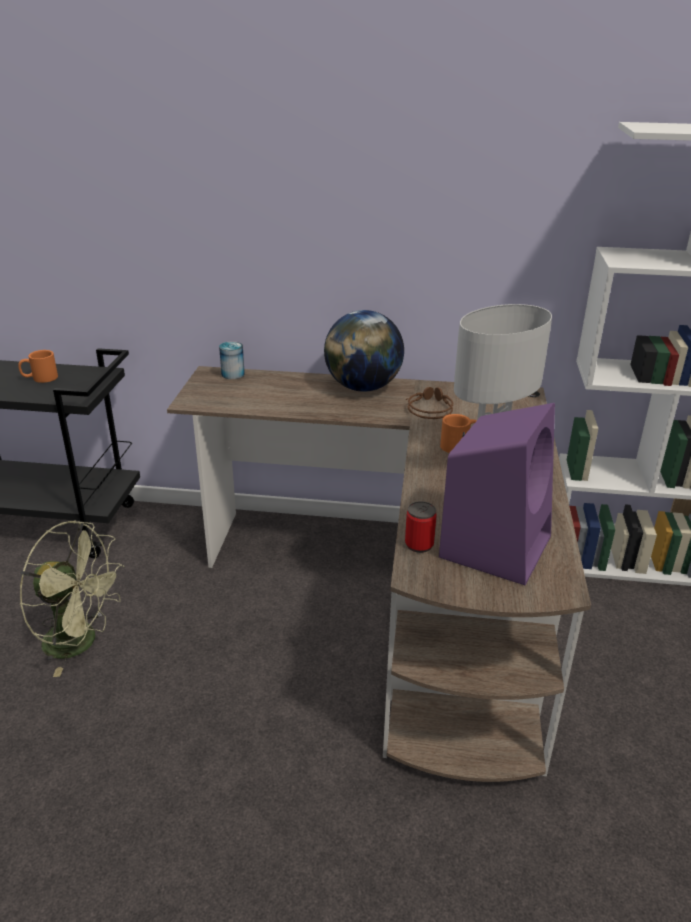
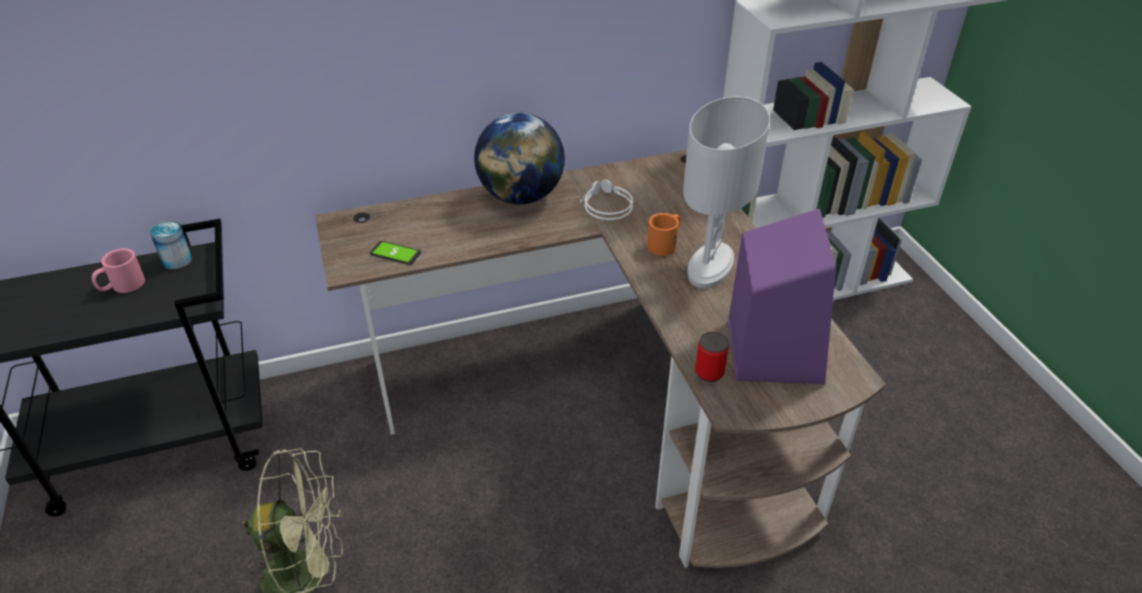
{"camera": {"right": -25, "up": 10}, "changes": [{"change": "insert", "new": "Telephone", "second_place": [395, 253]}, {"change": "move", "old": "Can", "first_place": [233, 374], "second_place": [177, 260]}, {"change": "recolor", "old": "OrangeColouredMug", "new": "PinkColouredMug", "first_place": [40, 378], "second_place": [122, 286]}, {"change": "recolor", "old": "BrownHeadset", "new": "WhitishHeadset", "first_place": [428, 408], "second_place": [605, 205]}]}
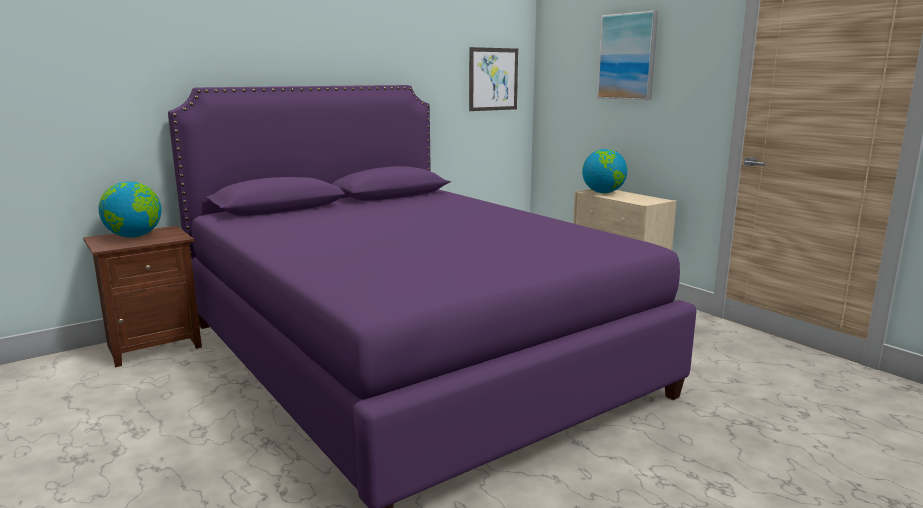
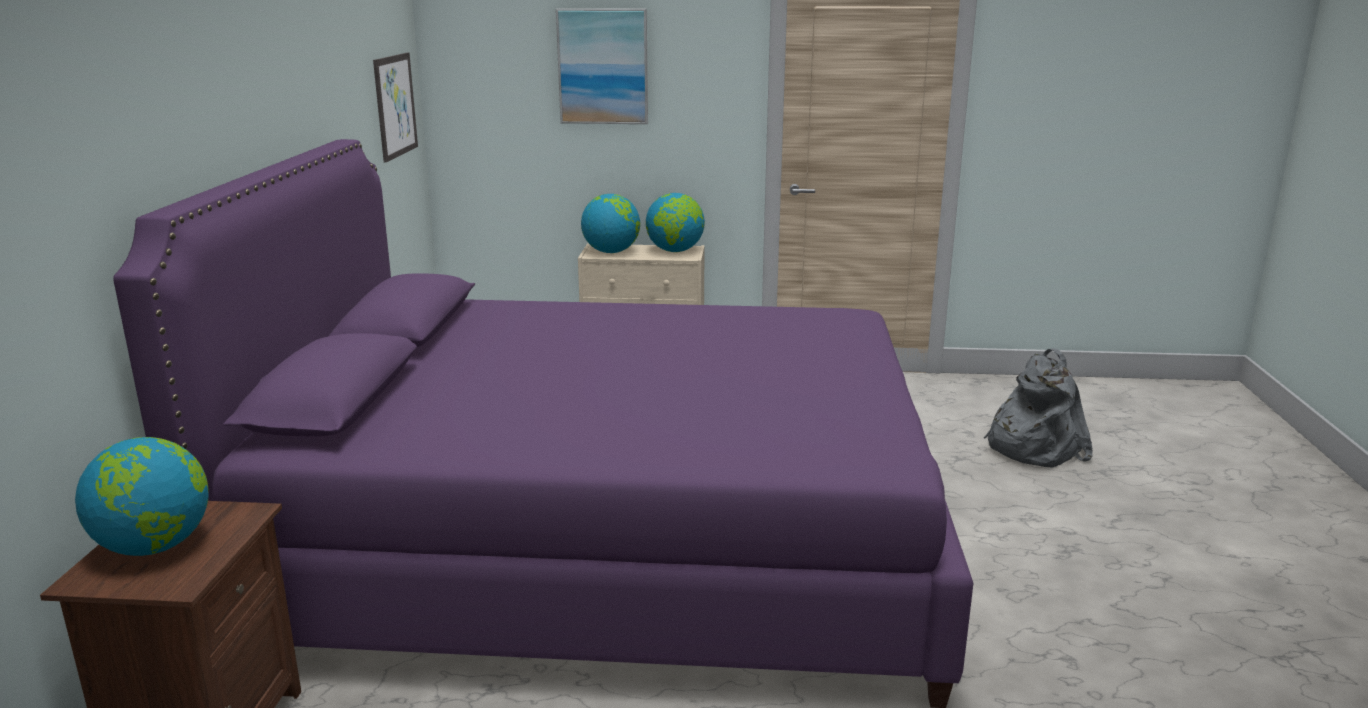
{"camera": {"right": -50, "up": 5}, "changes": [{"change": "insert", "new": "DeskGlobe", "second_place": [675, 251]}, {"change": "insert", "new": "GreyishRucksack", "second_place": [1032, 447]}]}
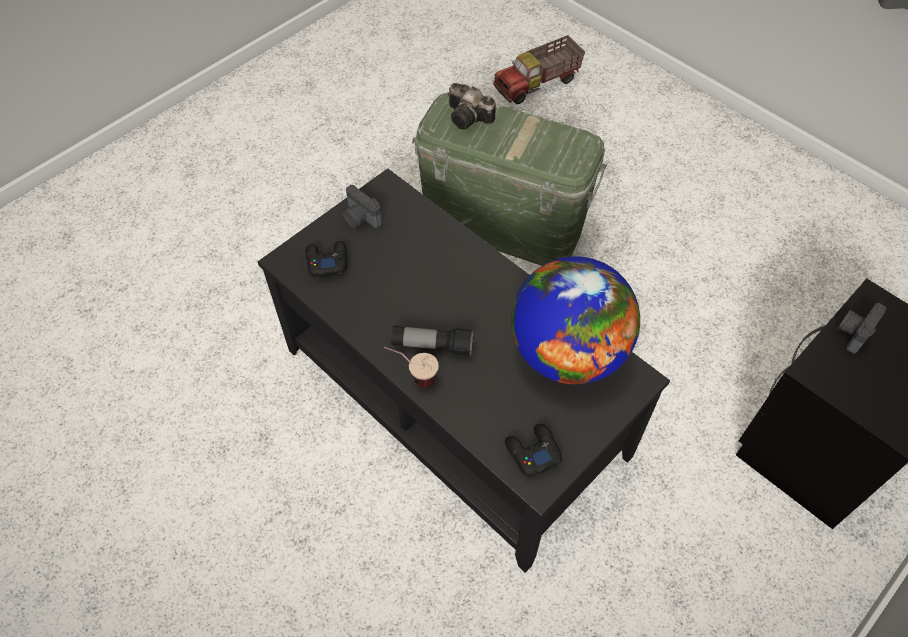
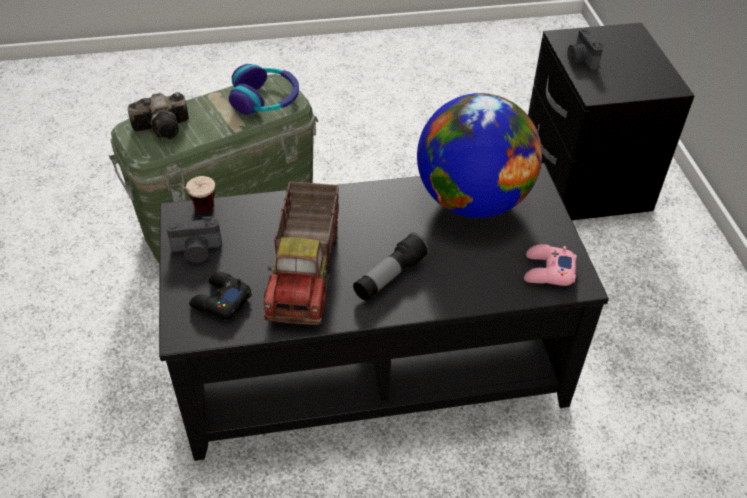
{"camera": {"right": -55, "up": -10}, "changes": [{"change": "insert", "new": "Headset", "second_place": [265, 99]}, {"change": "move", "old": "DrinkingCup", "first_place": [412, 377], "second_place": [194, 211]}, {"change": "move", "old": "ToyTruck", "first_place": [538, 84], "second_place": [306, 272]}, {"change": "recolor", "old": "BlackGamepad", "new": "PinkColouredGamepad", "first_place": [532, 452], "second_place": [548, 271]}]}
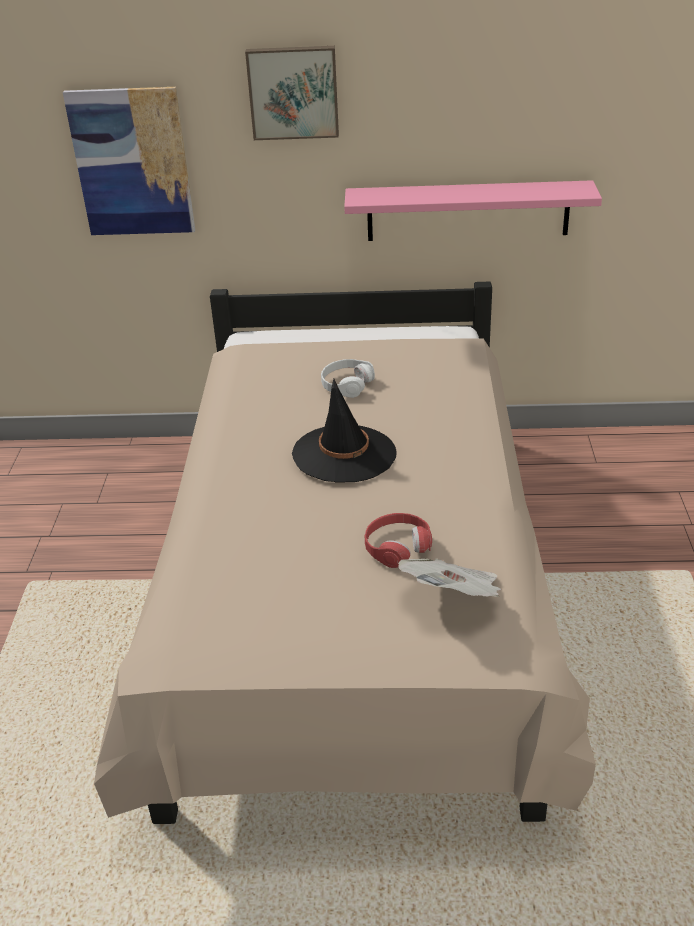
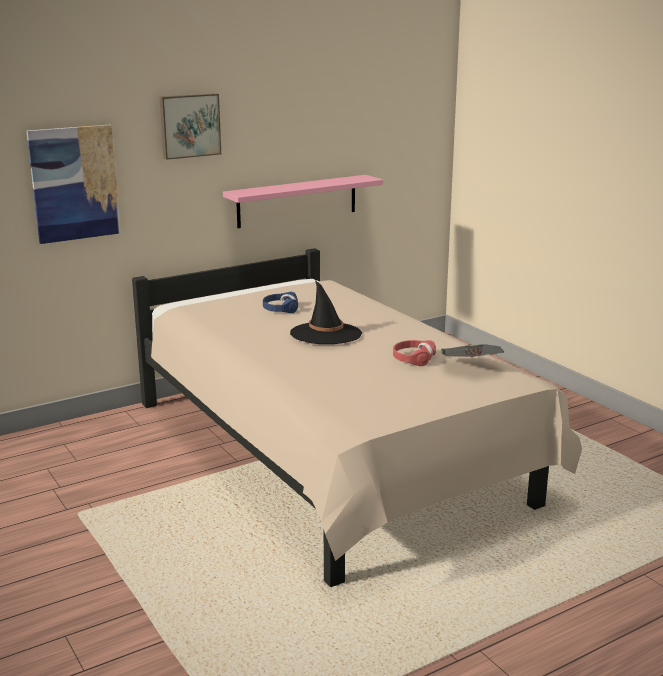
{"camera": {"right": -35, "up": -15}, "changes": [{"change": "recolor", "old": "WhitishHeadset", "new": "BlueHeadset", "first_place": [346, 384], "second_place": [280, 309]}]}
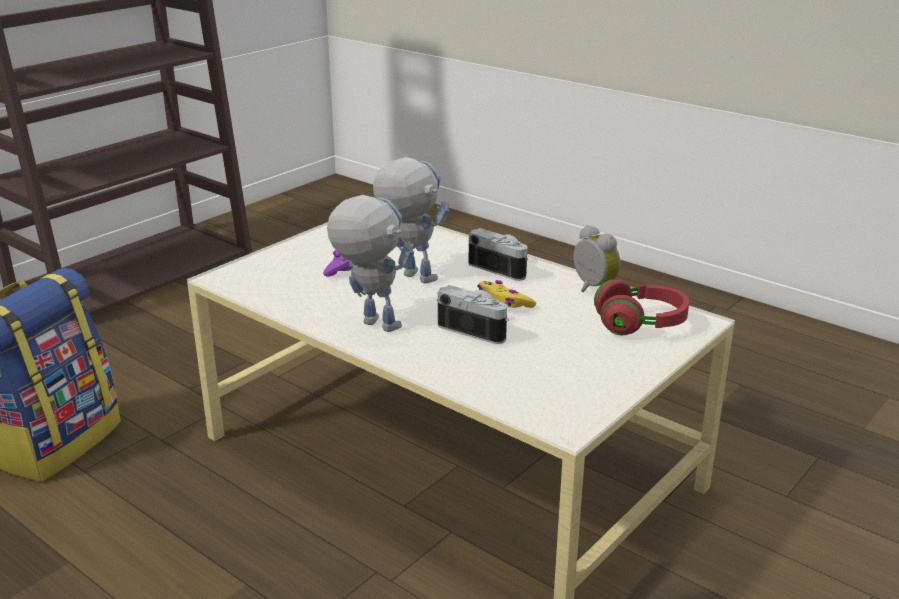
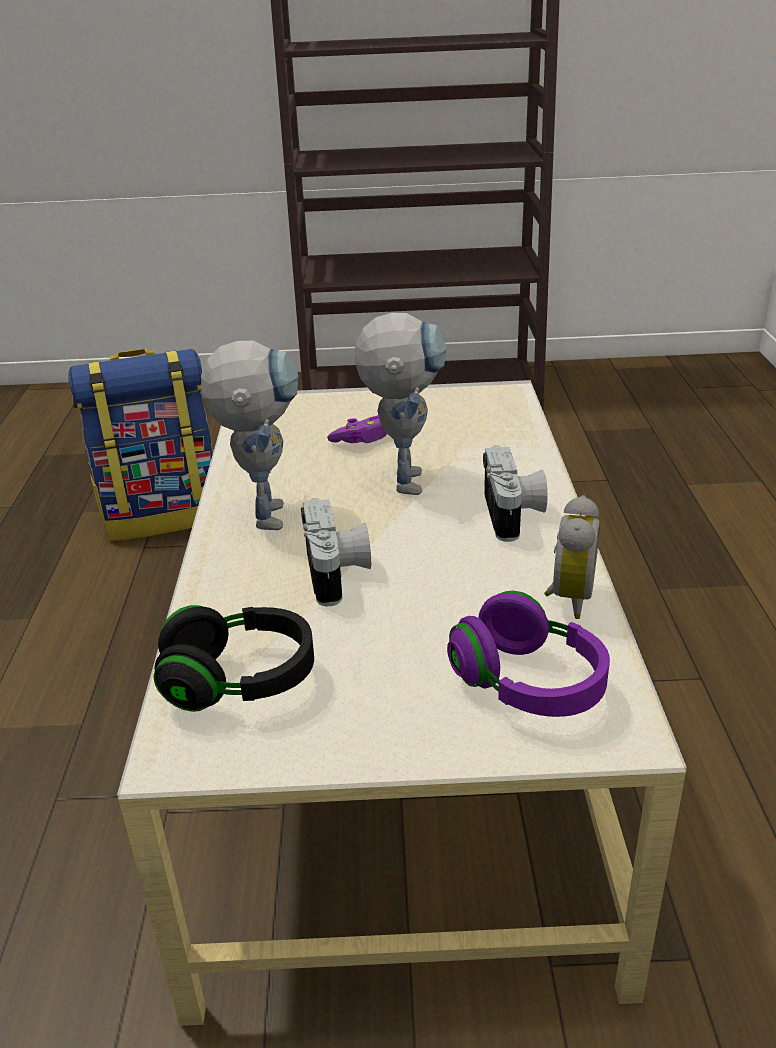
{"camera": {"right": 50, "up": 5}, "changes": [{"change": "delete", "old": "YellowColouredGamepad", "first_place": [504, 302]}, {"change": "insert", "new": "BlackHeadset", "second_place": [239, 680]}, {"change": "recolor", "old": "RedColouredHeadset", "new": "PurpleHeadset", "first_place": [640, 324], "second_place": [528, 684]}]}
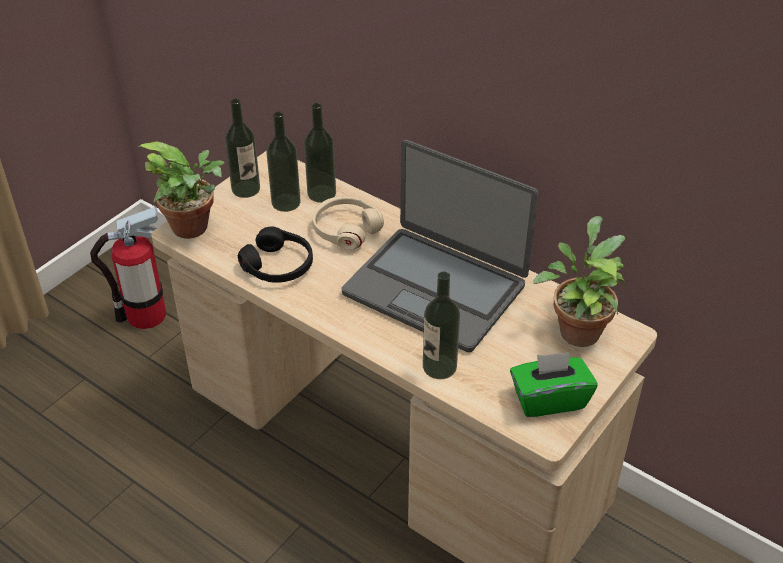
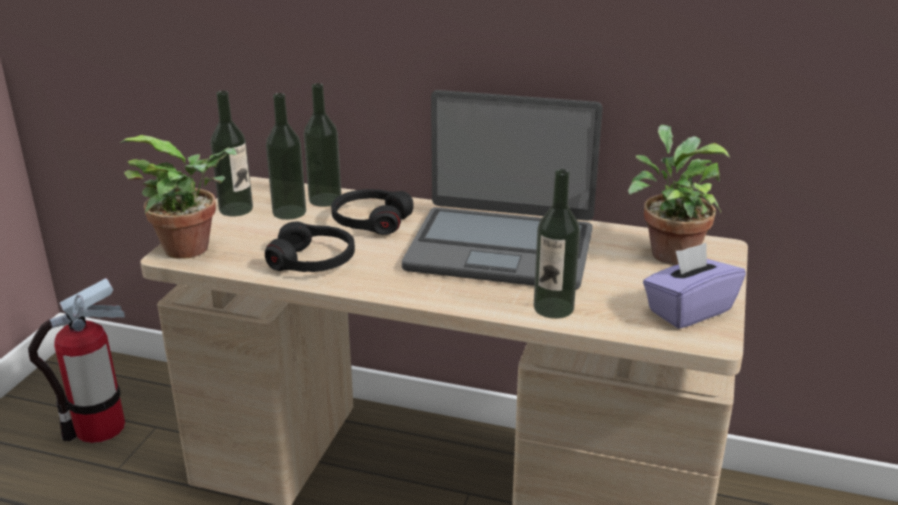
{"camera": {"right": -20, "up": -15}, "changes": [{"change": "recolor", "old": "BeigeHeadset", "new": "BlackHeadset", "first_place": [346, 229], "second_place": [371, 221]}, {"change": "recolor", "old": "GreenTissueHolder", "new": "PurpleTissueHolder", "first_place": [549, 399], "second_place": [688, 310]}]}
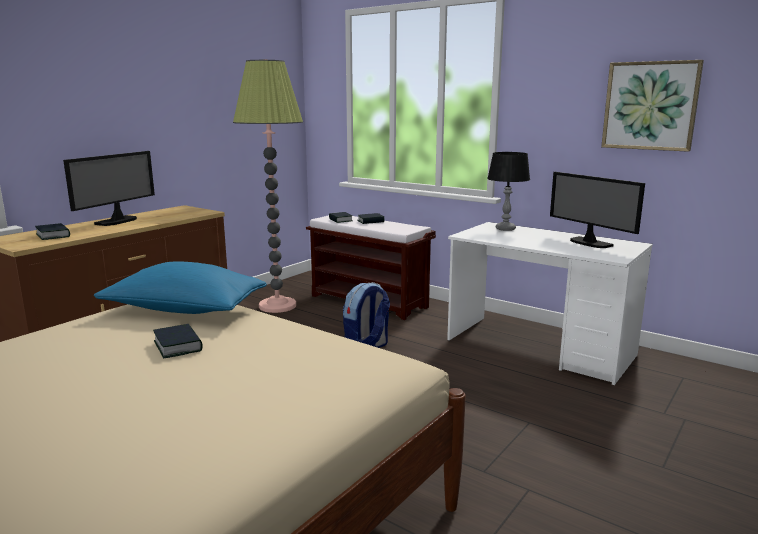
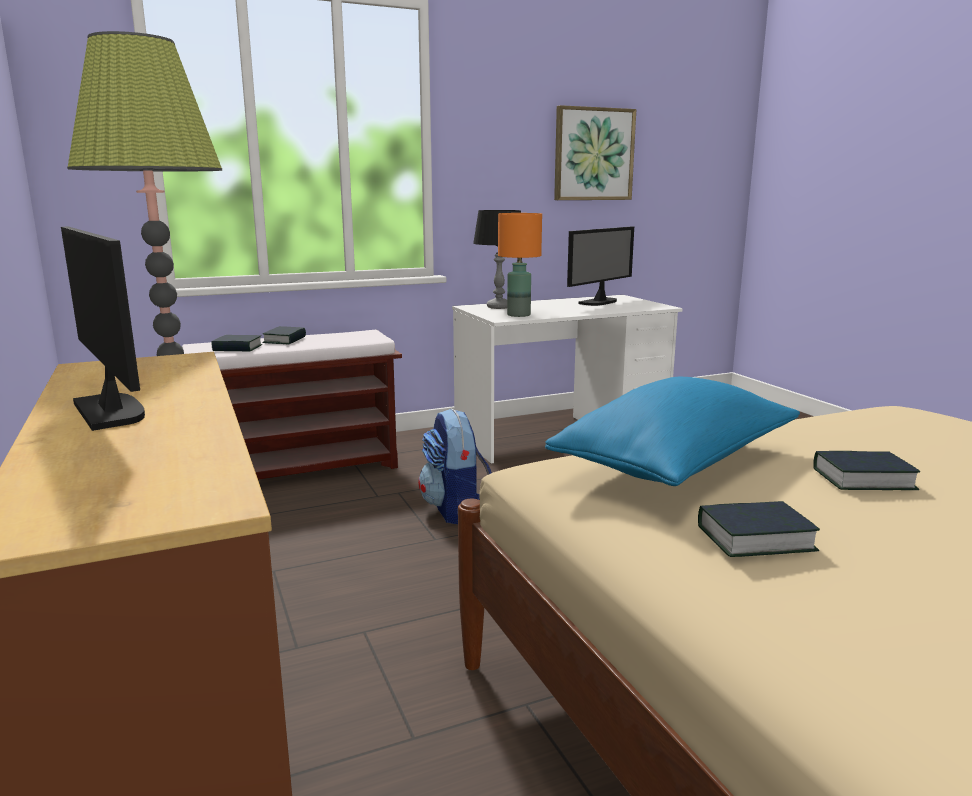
{"camera": {"right": -60, "up": 0}, "changes": [{"change": "insert", "new": "OrangeColouredTabletopLamp", "second_place": [519, 315]}, {"change": "move", "old": "Volume", "first_place": [53, 235], "second_place": [755, 538]}, {"change": "rotate", "old": "Monitor", "first_place": [589, 243], "second_place": [599, 302], "degrees": -45}]}
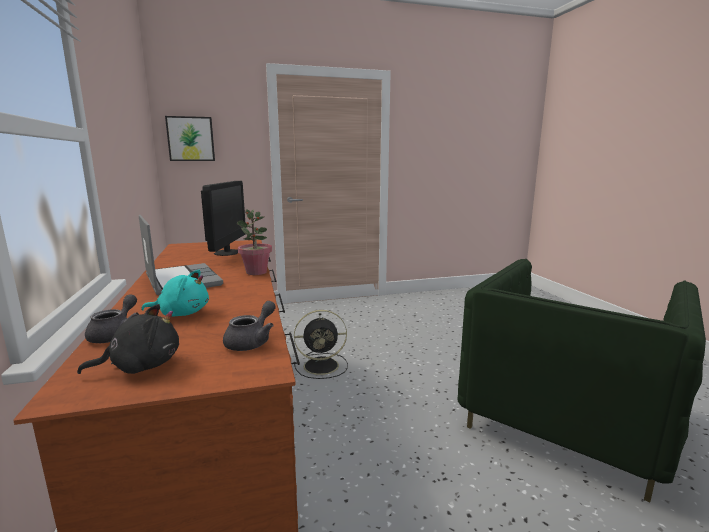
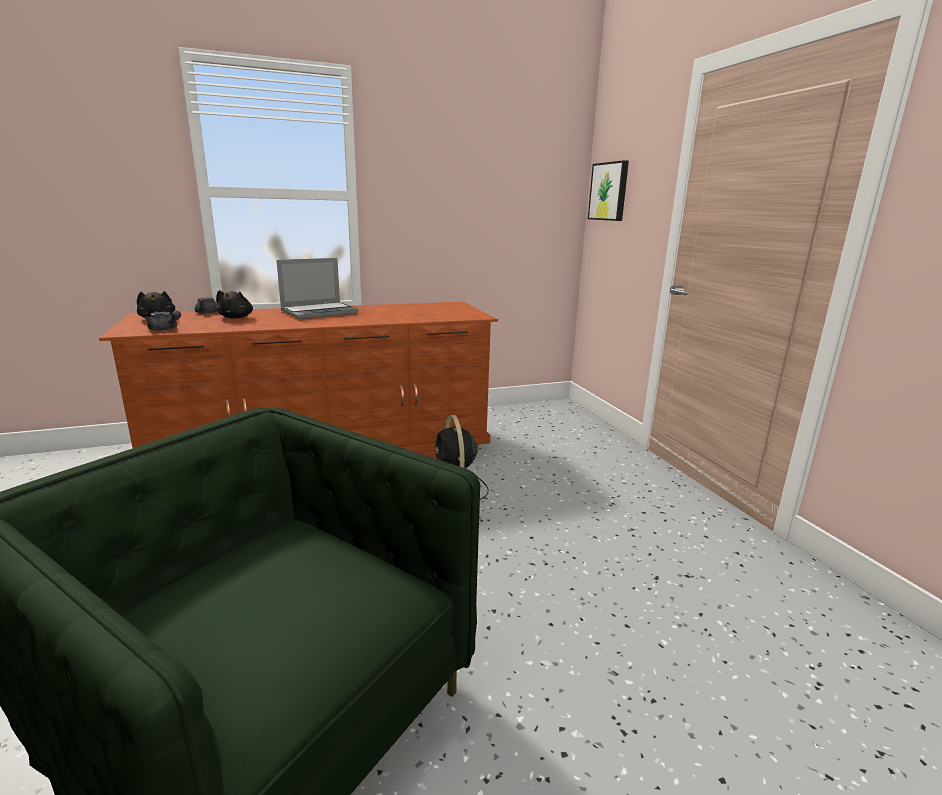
{"camera": {"right": 85, "up": 5}, "changes": [{"change": "delete", "old": "Monitor", "first_place": [227, 252]}, {"change": "delete", "old": "PottedPlant", "first_place": [256, 272]}, {"change": "recolor", "old": "TurquoiseSoftToy", "new": "BlackSoftToy", "first_place": [181, 313], "second_place": [236, 317]}]}
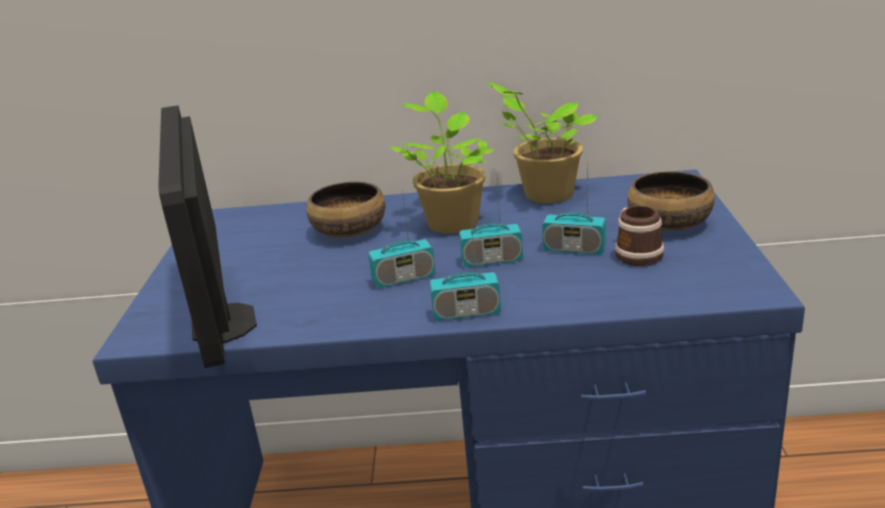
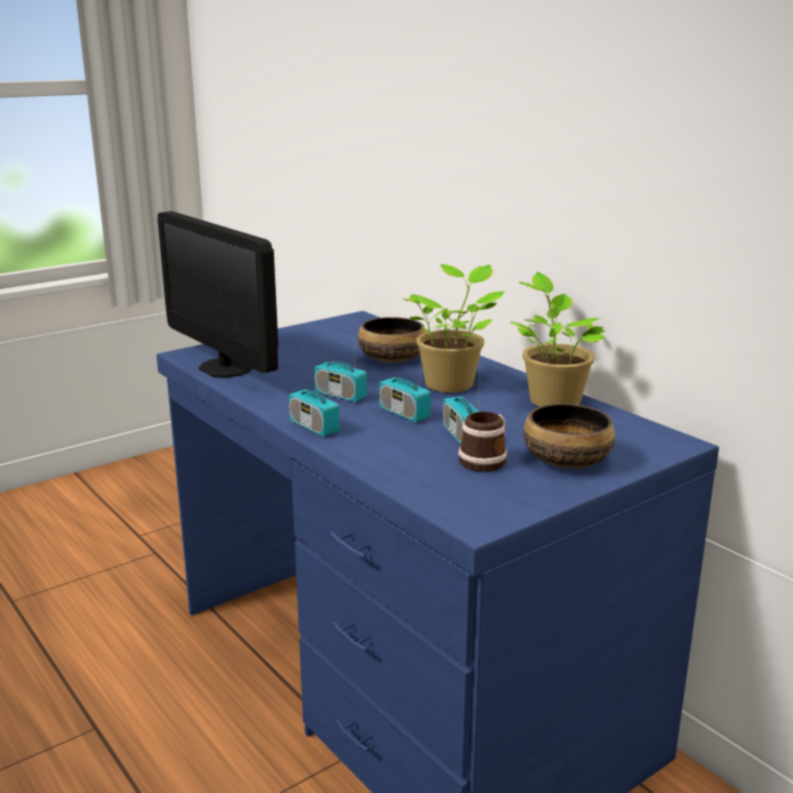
{"camera": {"right": 50, "up": -5}, "changes": [{"change": "rotate", "old": "Monitor", "first_place": [224, 323], "second_place": [226, 368], "degrees": -75}]}
